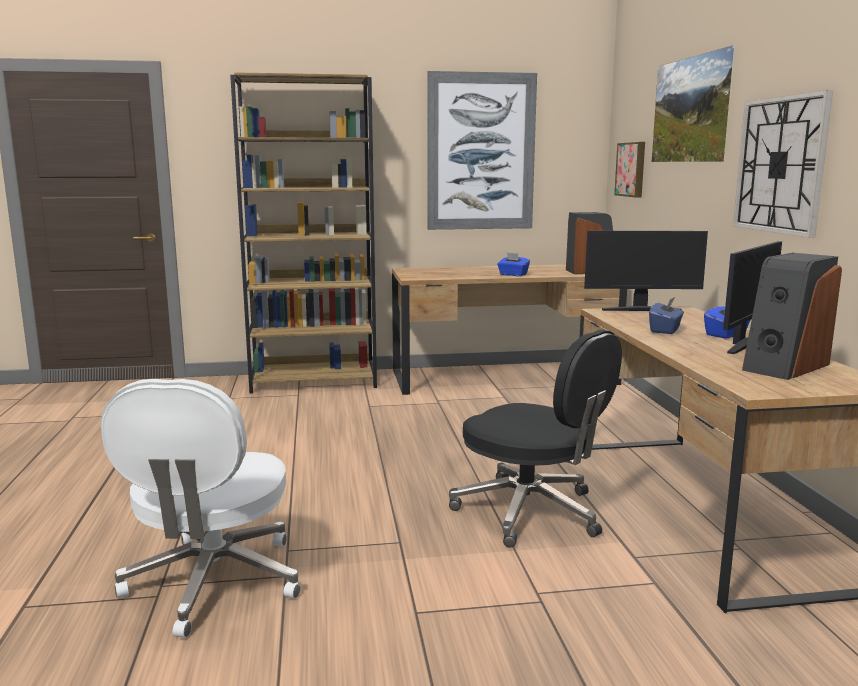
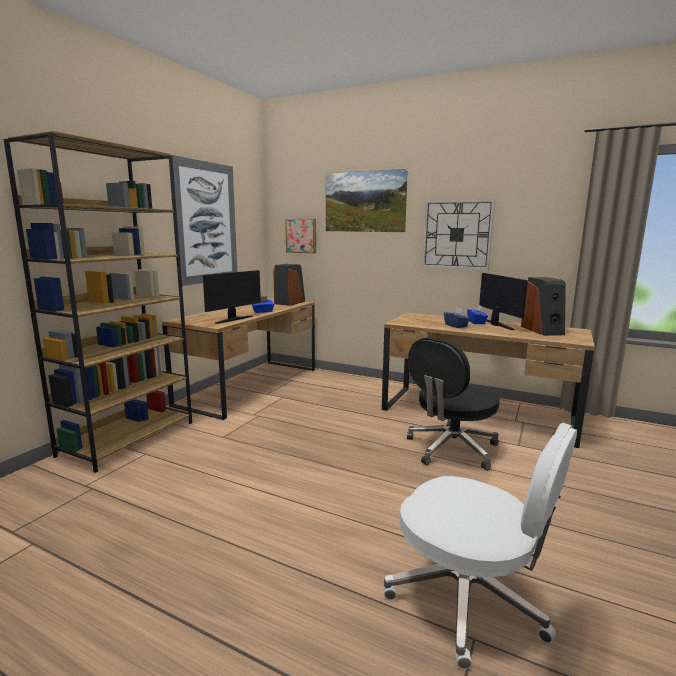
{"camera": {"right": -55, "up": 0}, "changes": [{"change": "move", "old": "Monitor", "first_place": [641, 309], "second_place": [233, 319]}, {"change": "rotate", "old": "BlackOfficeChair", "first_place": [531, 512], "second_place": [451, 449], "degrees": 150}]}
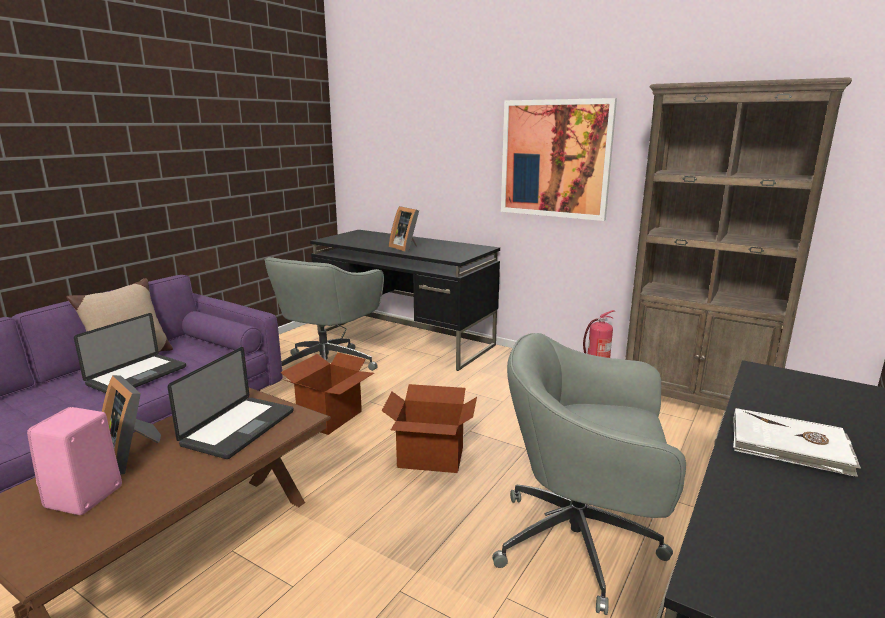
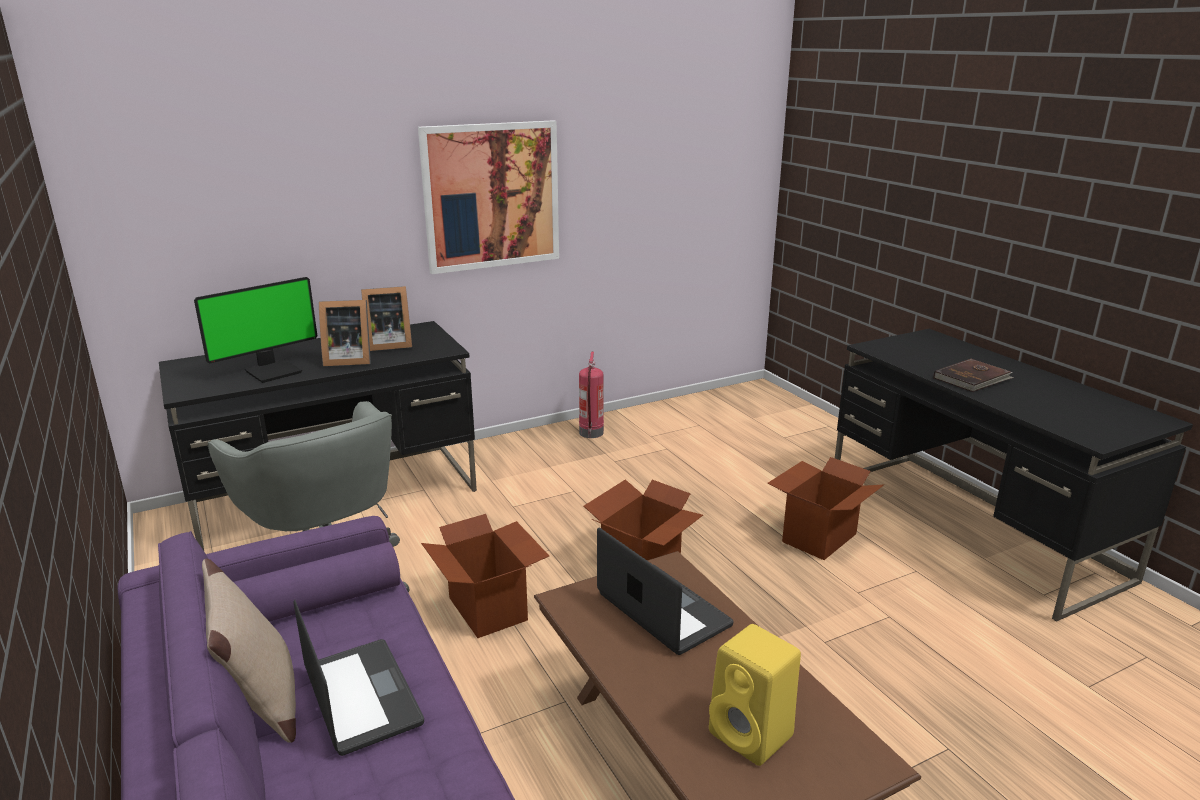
{"camera": {"right": -60, "up": 5}, "changes": [{"change": "delete", "old": "BrownBookcase", "first_place": [697, 403]}, {"change": "insert", "new": "Monitor", "second_place": [273, 371]}, {"change": "move", "old": "PhotoFrame", "first_place": [132, 454], "second_place": [387, 345]}, {"change": "replace", "old": "GreyishOfficeChair", "new": "CardboardBox", "first_place": [581, 544], "second_place": [818, 537]}, {"change": "recolor", "old": "PinkColouredAudioSpeaker", "new": "YellowColouredAudioSpeaker", "first_place": [83, 498], "second_place": [753, 735]}, {"change": "recolor", "old": "WhitishVolume", "new": "BrownVolume", "first_place": [789, 446], "second_place": [972, 378]}]}
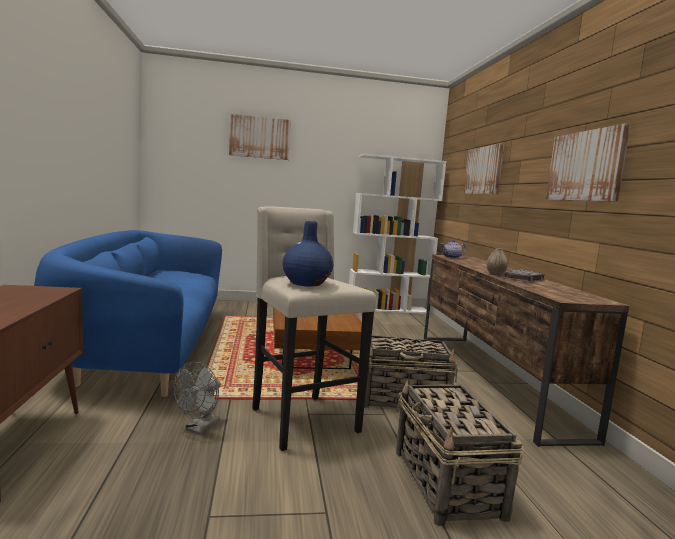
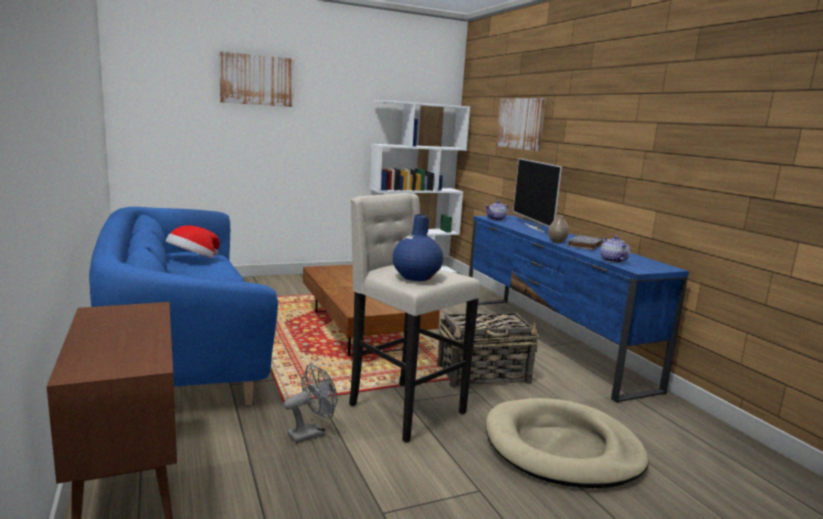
{"camera": {"right": -15, "up": 5}, "changes": [{"change": "delete", "old": "WallArt", "first_place": [585, 166]}, {"change": "insert", "new": "Hat", "second_place": [192, 260]}, {"change": "insert", "new": "TvSet", "second_place": [535, 227]}, {"change": "insert", "new": "PotForTea", "second_place": [612, 260]}, {"change": "replace", "old": "HouseholdBasket", "new": "BeigePetBed", "first_place": [447, 484], "second_place": [562, 448]}, {"change": "recolor", "old": "BrownTvStand", "new": "BlueTvStand", "first_place": [490, 379], "second_place": [549, 341]}, {"change": "rotate", "old": "GreyishCoolingFan", "first_place": [199, 428], "second_place": [311, 433], "degrees": -135}]}
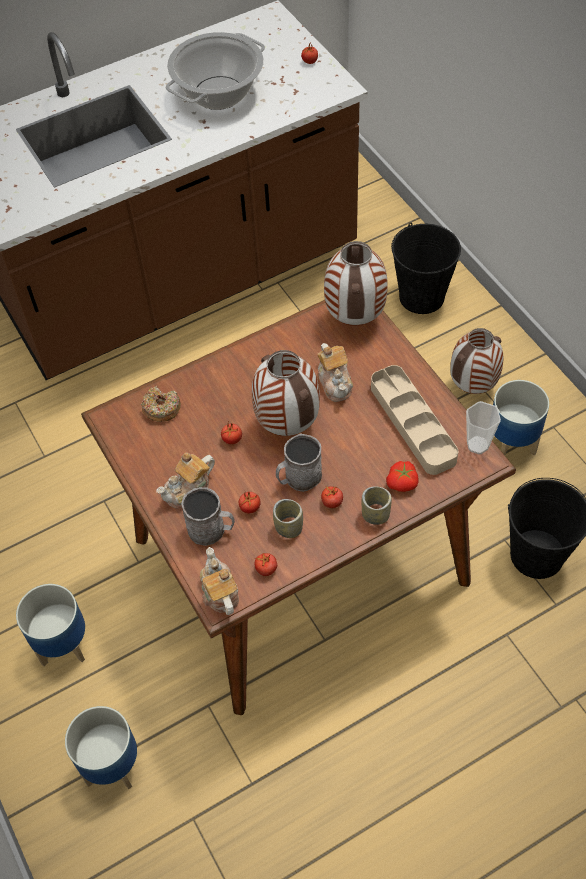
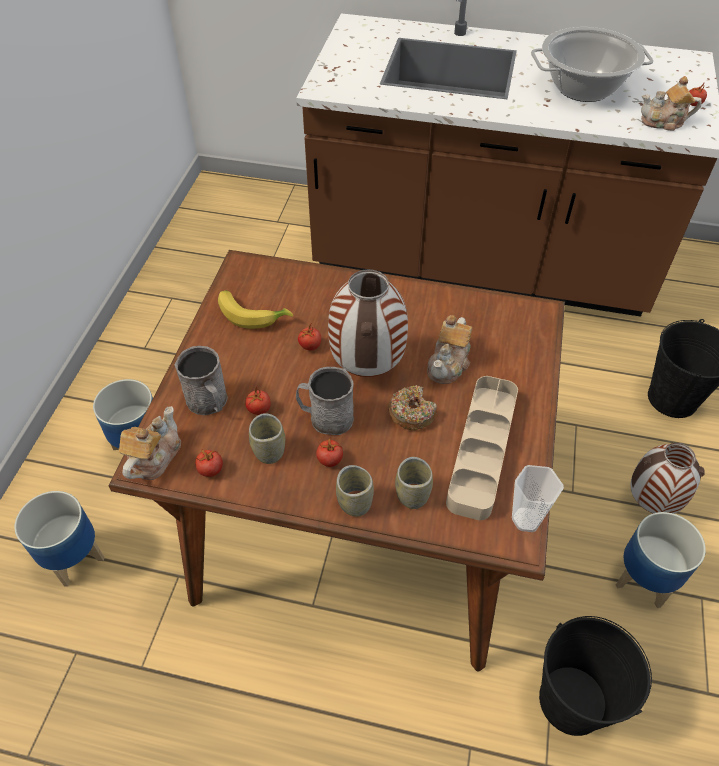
{"camera": {"right": 40, "up": -5}, "changes": [{"change": "delete", "old": "Vase", "first_place": [356, 319]}, {"change": "insert", "new": "BananaFruit", "second_place": [253, 314]}, {"change": "move", "old": "Doughnut", "first_place": [161, 408], "second_place": [411, 413]}, {"change": "move", "old": "PotForTea", "first_place": [189, 490], "second_place": [664, 122]}, {"change": "replace", "old": "FreshTomato", "new": "DrinkingCup", "first_place": [403, 483], "second_place": [412, 495]}]}
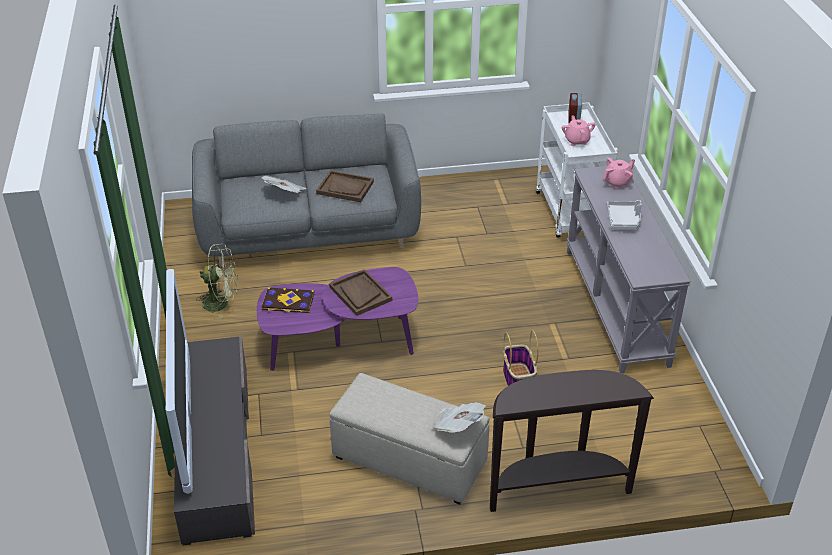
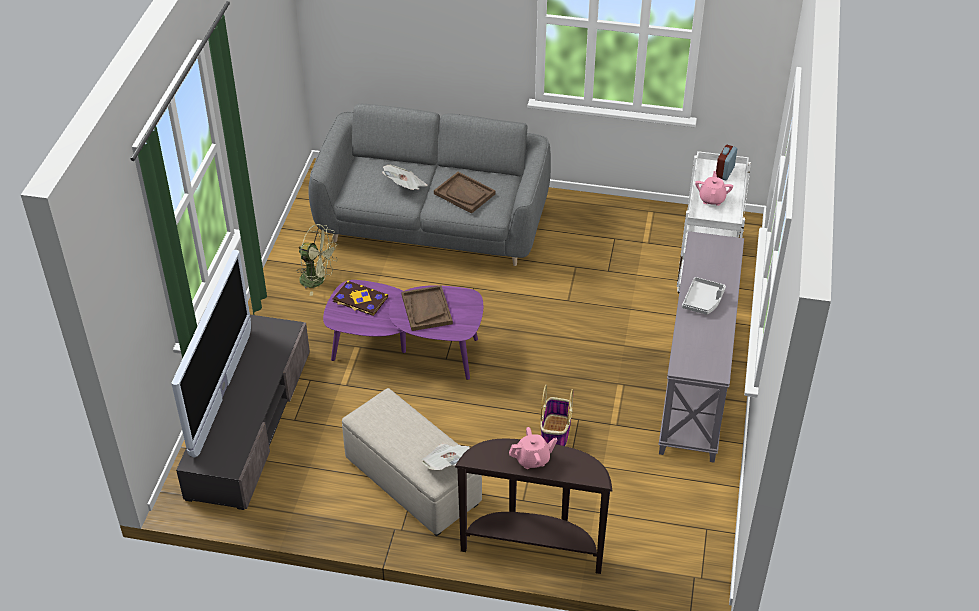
{"camera": {"right": 20, "up": 5}, "changes": [{"change": "move", "old": "PinkColouredPotForTea", "first_place": [617, 182], "second_place": [533, 459]}]}
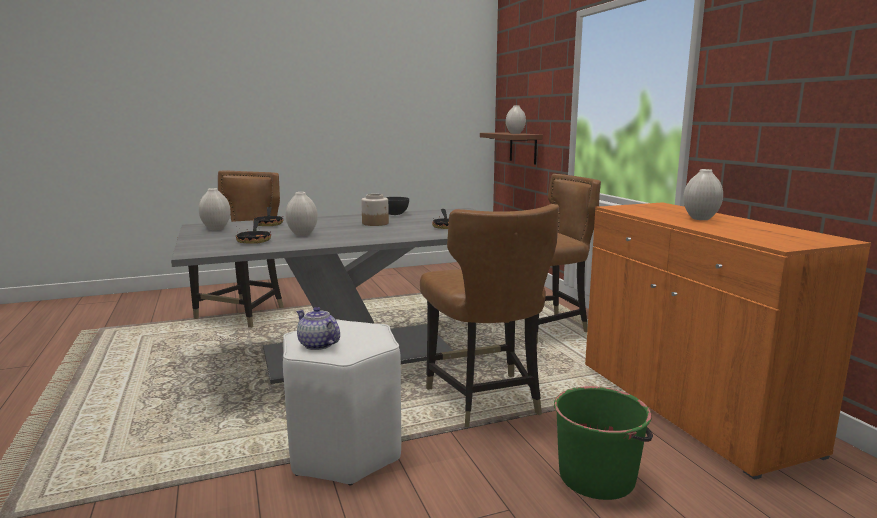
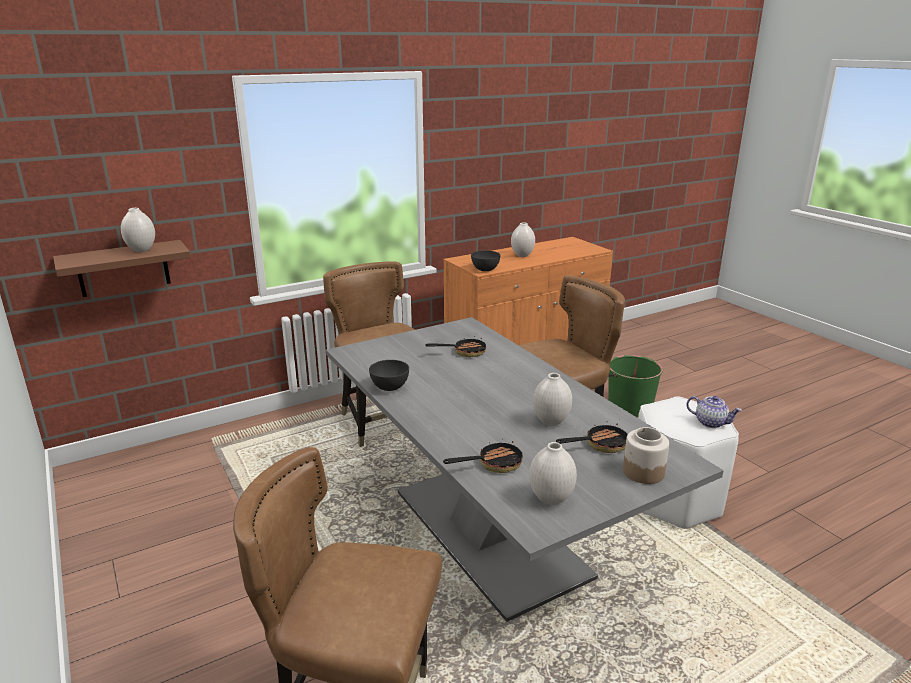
{"camera": {"right": -100, "up": 10}, "changes": [{"change": "insert", "new": "GreyishServingBowl", "second_place": [485, 269]}, {"change": "move", "old": "Jar", "first_place": [375, 223], "second_place": [643, 472]}, {"change": "rotate", "old": "PotForTea", "first_place": [317, 345], "second_place": [711, 422], "degrees": -90}]}
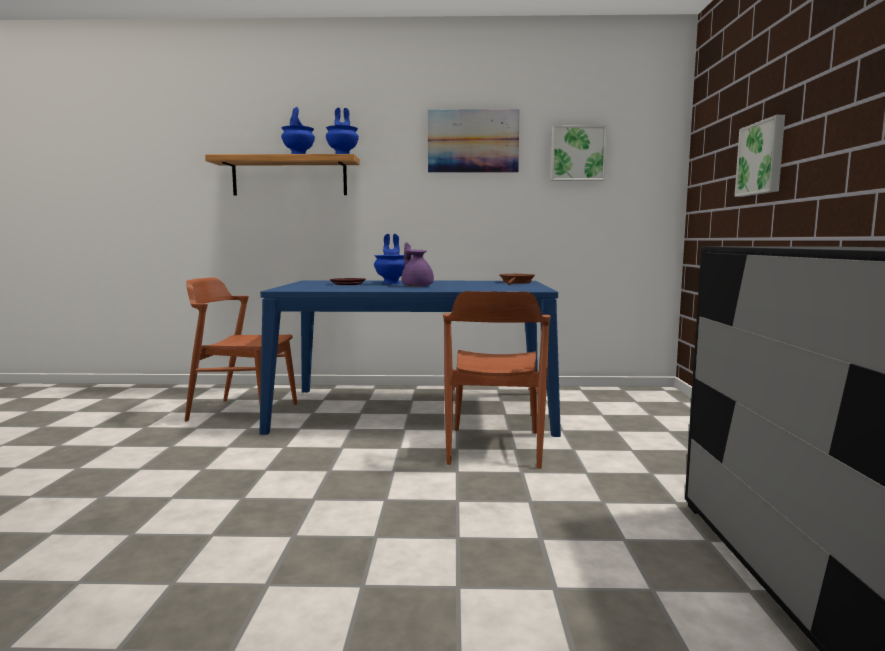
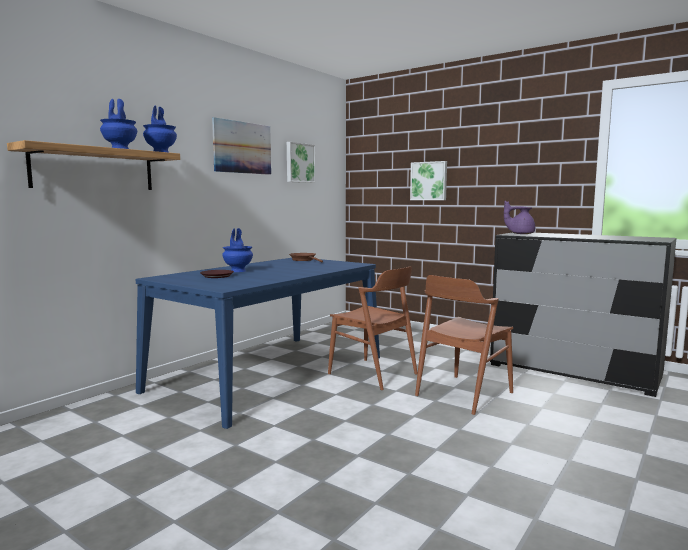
{"camera": {"right": -55, "up": 0}, "changes": [{"change": "move", "old": "BrownPlainChair", "first_place": [243, 412], "second_place": [463, 394]}, {"change": "move", "old": "PurplePotForTea", "first_place": [417, 286], "second_place": [520, 234]}]}
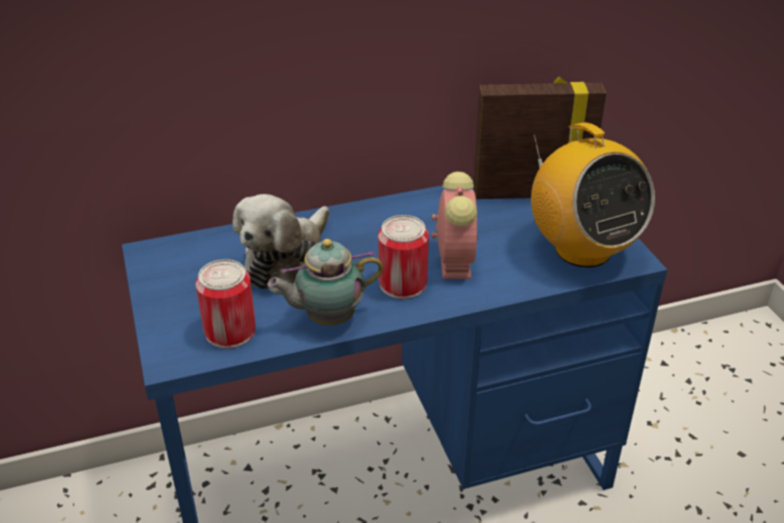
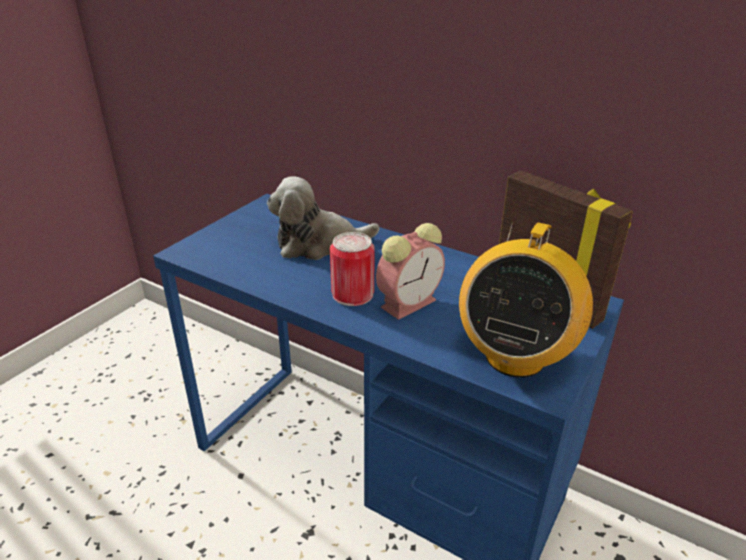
{"camera": {"right": 50, "up": -5}, "changes": [{"change": "delete", "old": "Can", "first_place": [230, 331]}, {"change": "delete", "old": "PotForTea", "first_place": [327, 318]}]}
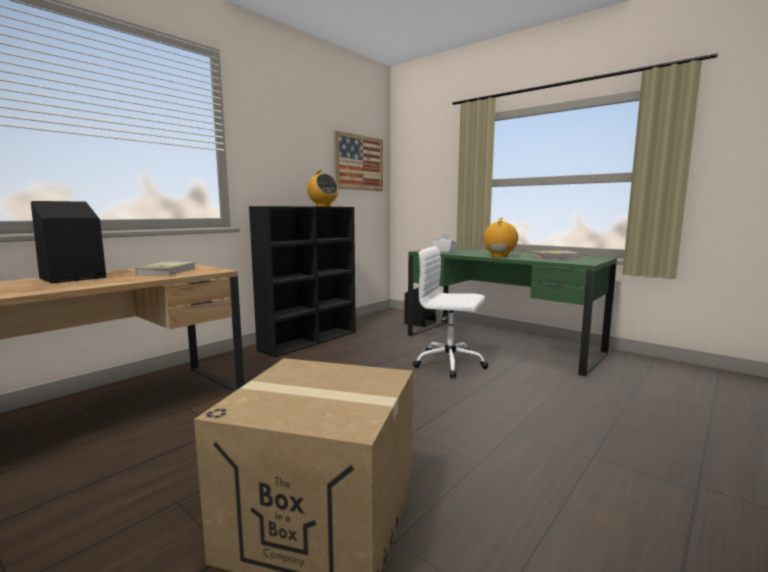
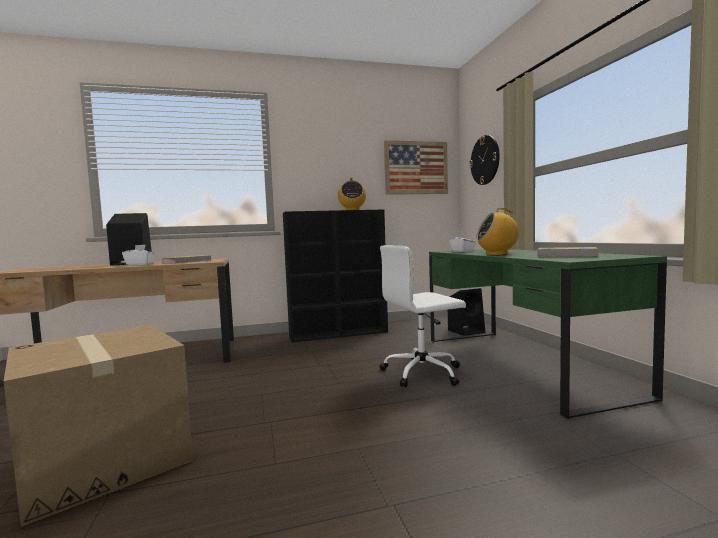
{"camera": {"right": 35, "up": -5}, "changes": [{"change": "insert", "new": "WhitishTissueHolder", "second_place": [140, 265]}, {"change": "insert", "new": "HangingClock", "second_place": [485, 160]}, {"change": "rotate", "old": "WhitishOfficeChair", "first_place": [451, 363], "second_place": [423, 372], "degrees": -75}, {"change": "rotate", "old": "RadioSet", "first_place": [499, 256], "second_place": [497, 254], "degrees": -150}]}
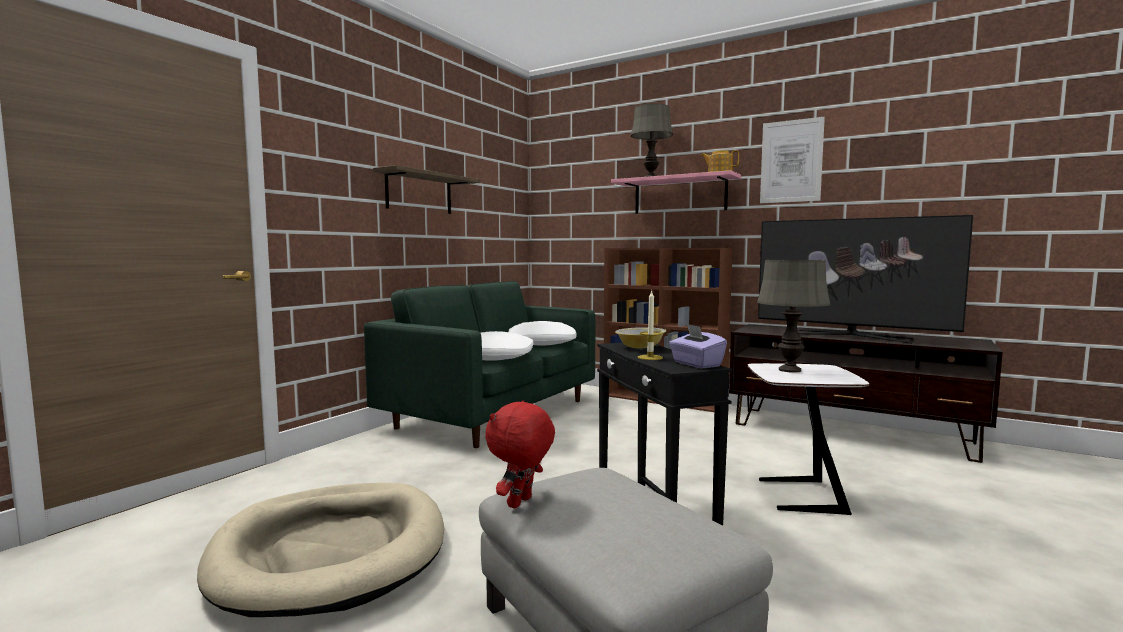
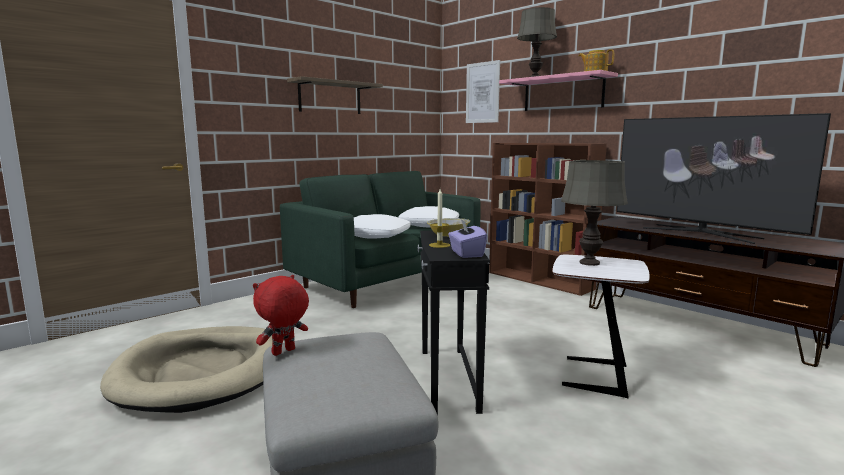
{"camera": {"right": 15, "up": 5}, "changes": [{"change": "move", "old": "WallArt", "first_place": [791, 161], "second_place": [482, 92]}]}
